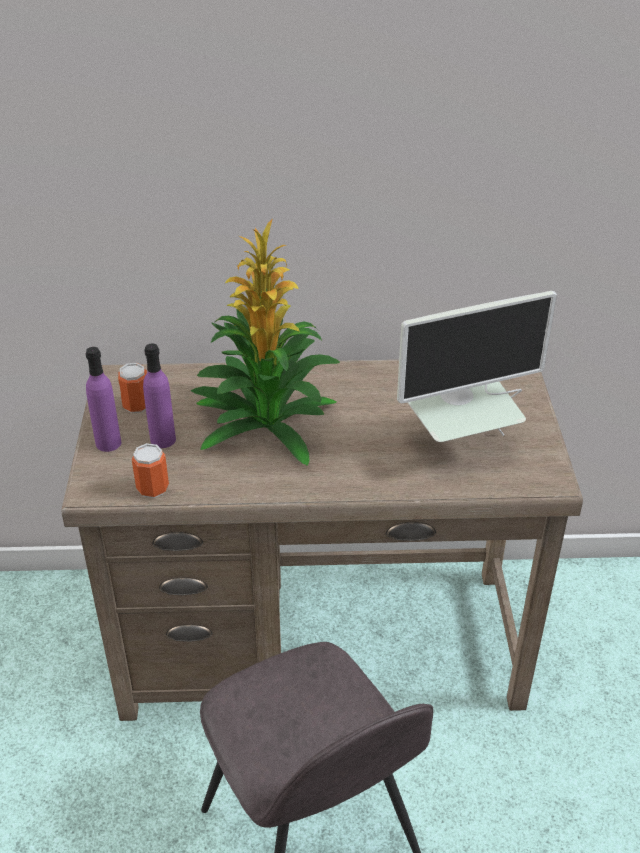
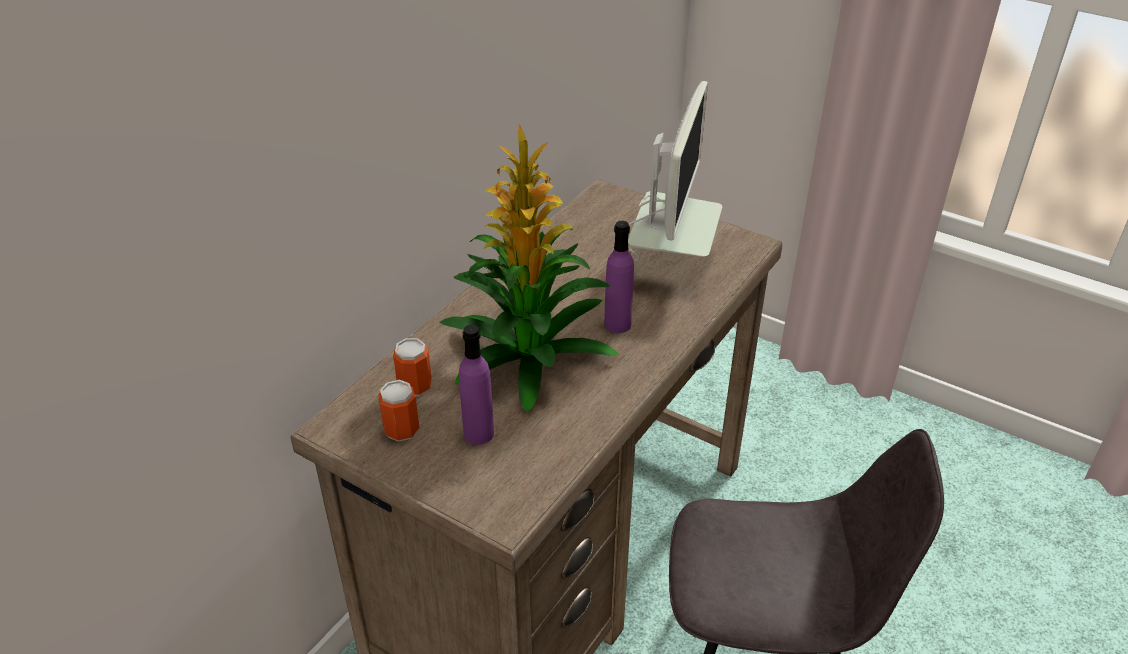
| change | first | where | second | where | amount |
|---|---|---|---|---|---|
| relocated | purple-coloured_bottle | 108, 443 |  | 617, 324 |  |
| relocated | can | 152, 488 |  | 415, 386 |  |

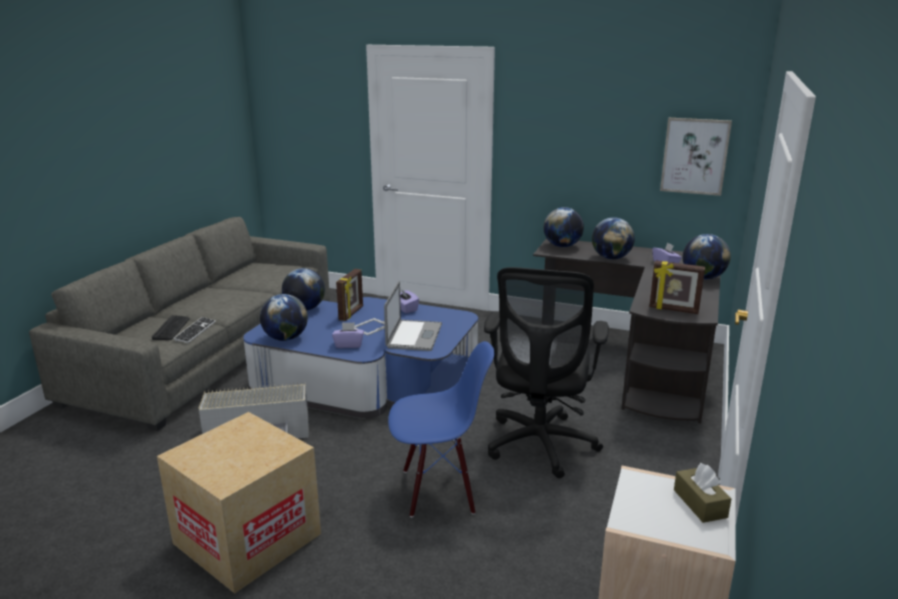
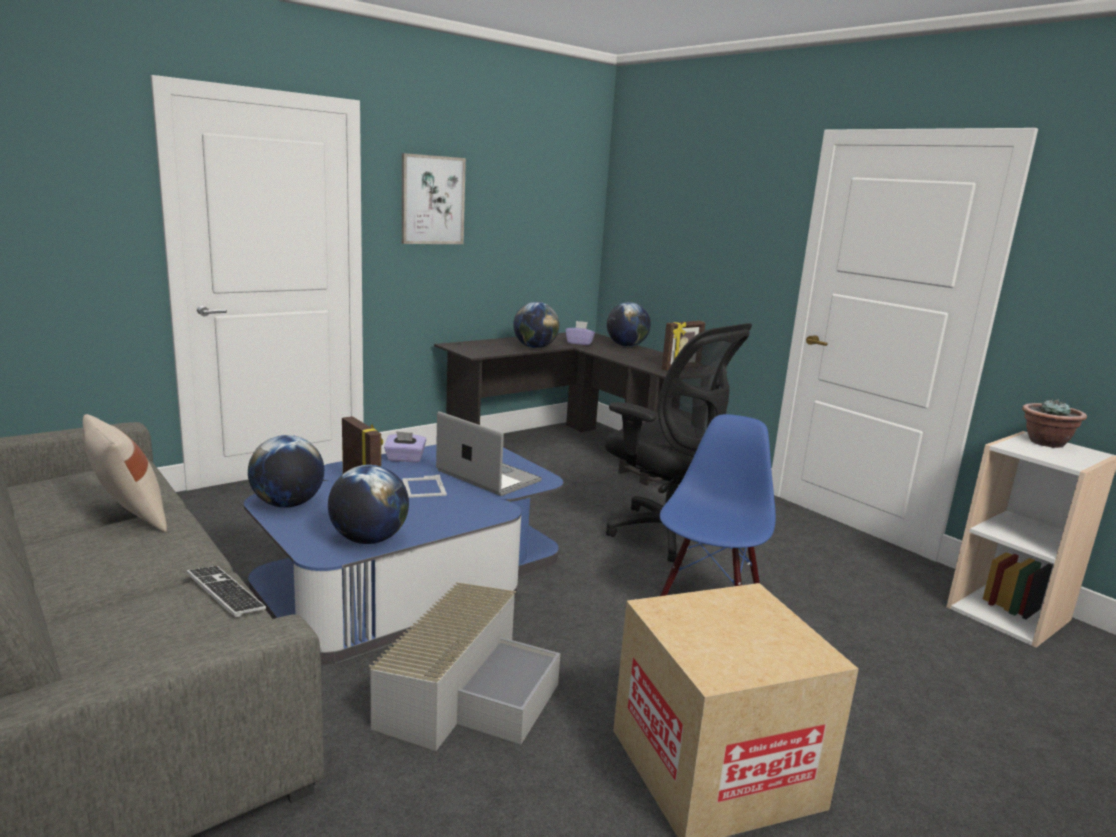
| change | first | where | second | where | amount |
|---|---|---|---|---|---|
| missing | PC_keyboard | 171, 328 |  |  |  |
| missing | purple-coloured_tissue_holder | 349, 345 |  |  |  |
| missing | desk_globe | 562, 246 |  |  |  |
| appeared |  |  | beige-coloured_cushion | 128, 518 |  |
| relocated | wall_picture | 694, 156 |  | 432, 200 |  |
| exchanged | brown-coloured_tissue_holder | 700, 503 | plant_in_a_pot | 1045, 443 |  |

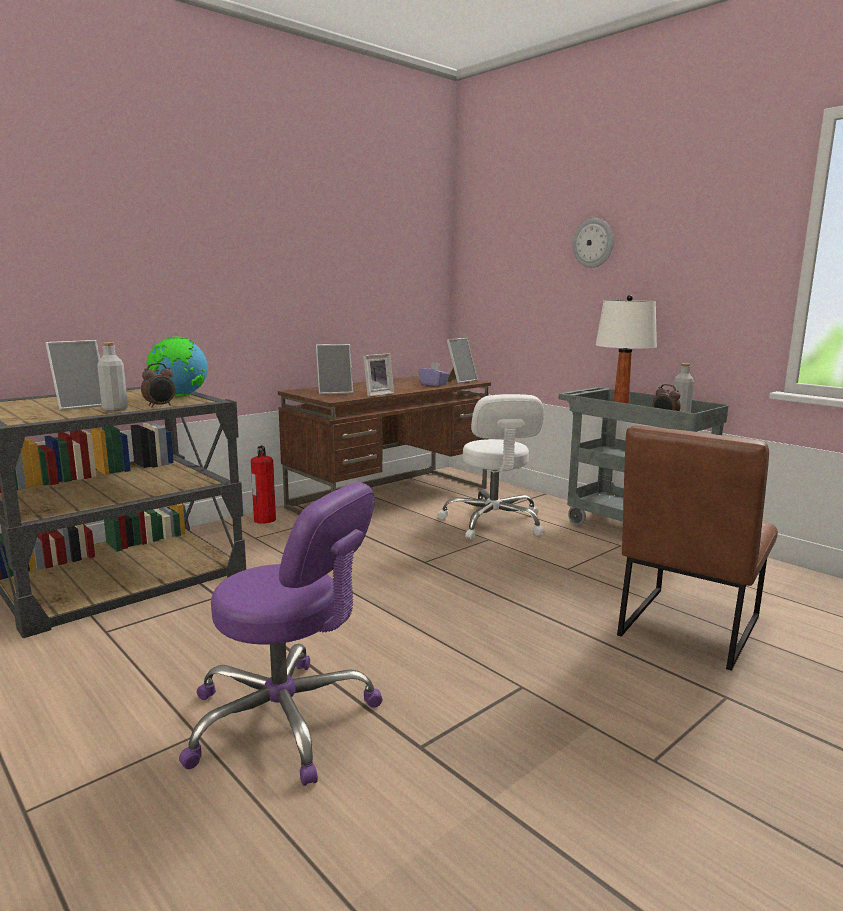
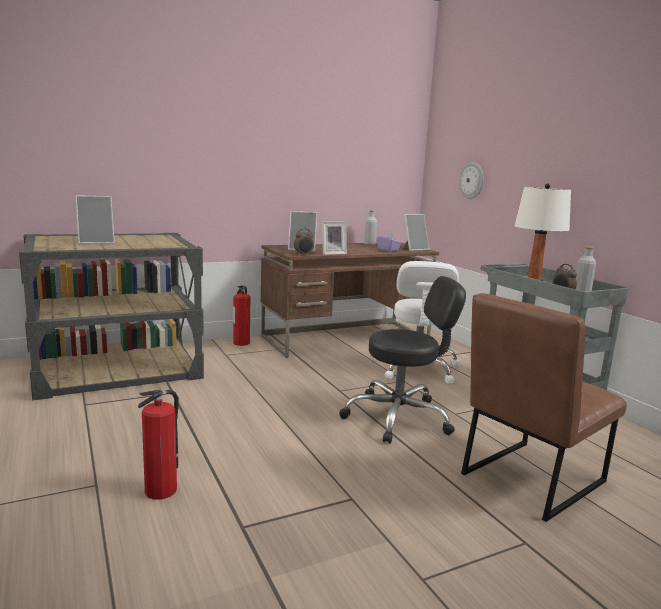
| change | first | where | second | where | amount |
|---|---|---|---|---|---|
| missing | desk_globe | 180, 396 |  |  |  |
| appeared |  |  | blackish_computer_chair | 402, 417 |  |
| relocated | gray_bottle | 115, 409 |  | 369, 244 |  |
| relocated | alarm_clock | 160, 406 |  | 303, 255 |  |
| relocated | hanging_clock | 593, 243 |  | 472, 180 |  |
| exchanged | purple-coloured_computer_chair | 289, 723 | fire_extinguisher | 161, 490 |  |

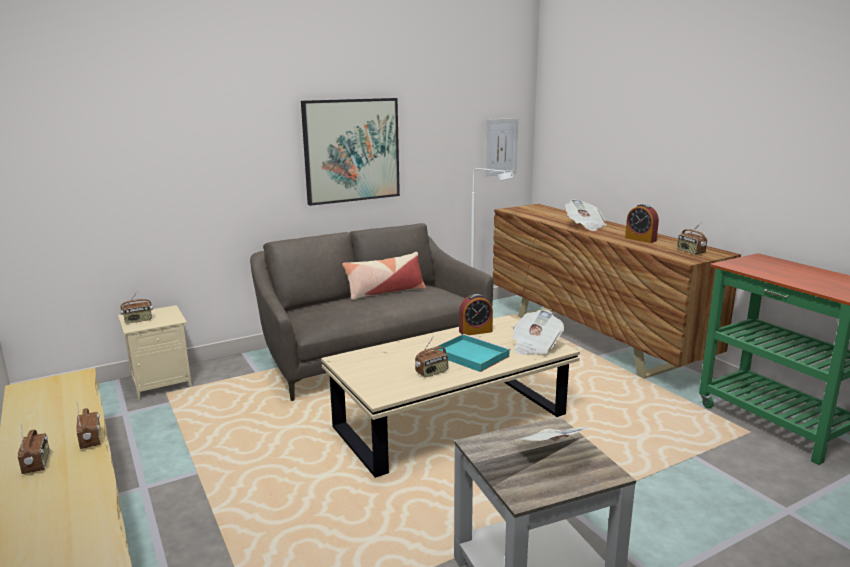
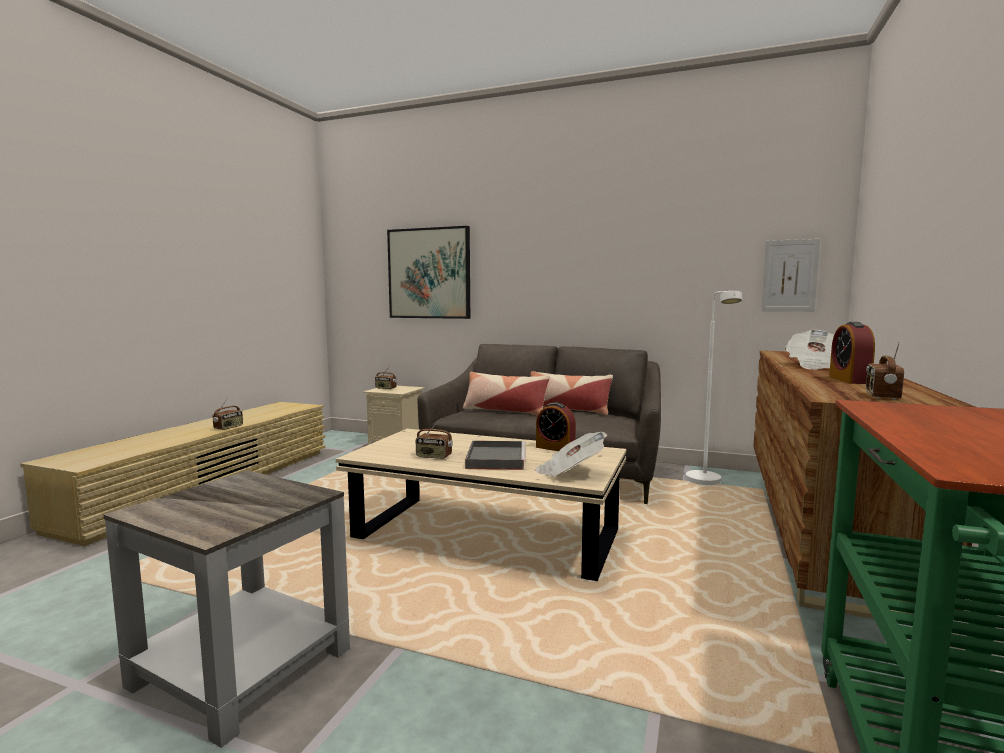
| change | first | where | second | where | amount |
|---|---|---|---|---|---|
| missing | radio_receiver | 37, 464 |  |  |  |
| missing | printed_paper | 552, 452 |  |  |  |
| appeared |  |  | cushion | 504, 411 |  |
| relocated | wall_picture | 351, 150 |  | 429, 273 |  |
| colour | turquoise-coloured_carrying_tray | 470, 355 | gray_carrying_tray | 495, 458 |  |

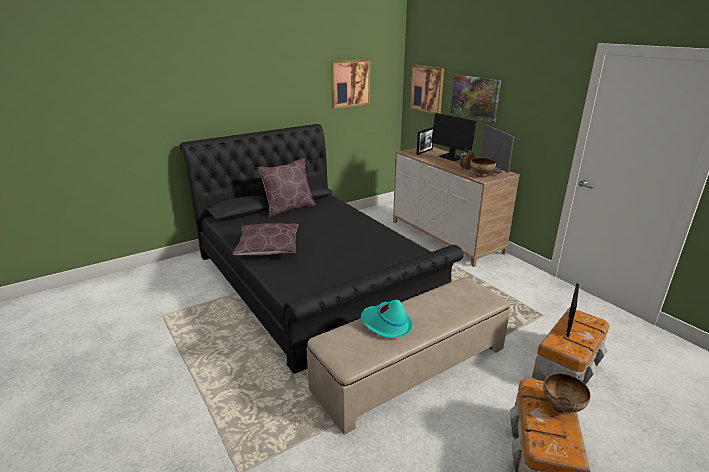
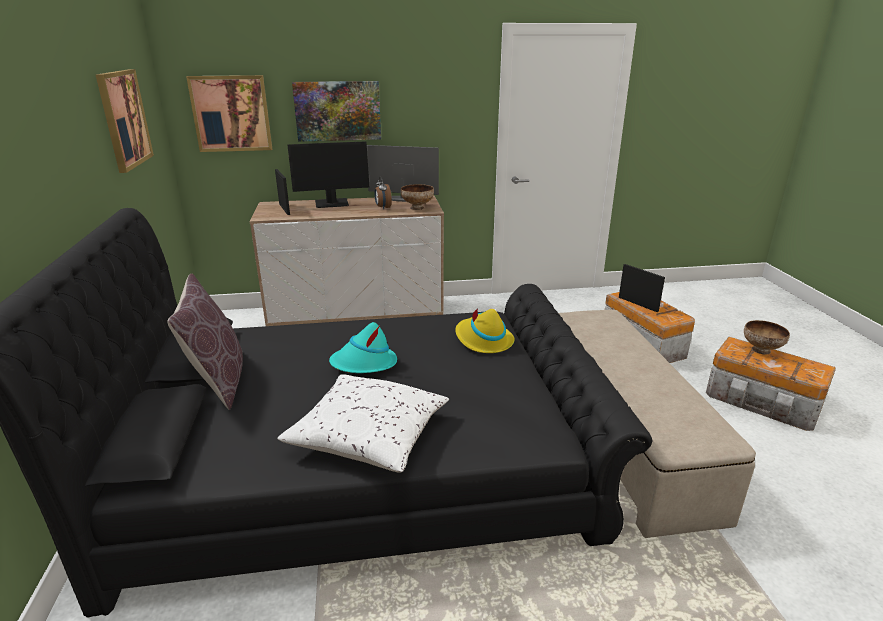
| change | first | where | second | where | amount |
|---|---|---|---|---|---|
| appeared |  |  | yellow_clothing_hat | 483, 340 |  |
| relocated | turquoise-coloured_clothing_hat | 386, 325 |  | 364, 364 |  |
| colour | brown-coloured_cushion | 268, 248 | whitish_cushion | 369, 436 |  |

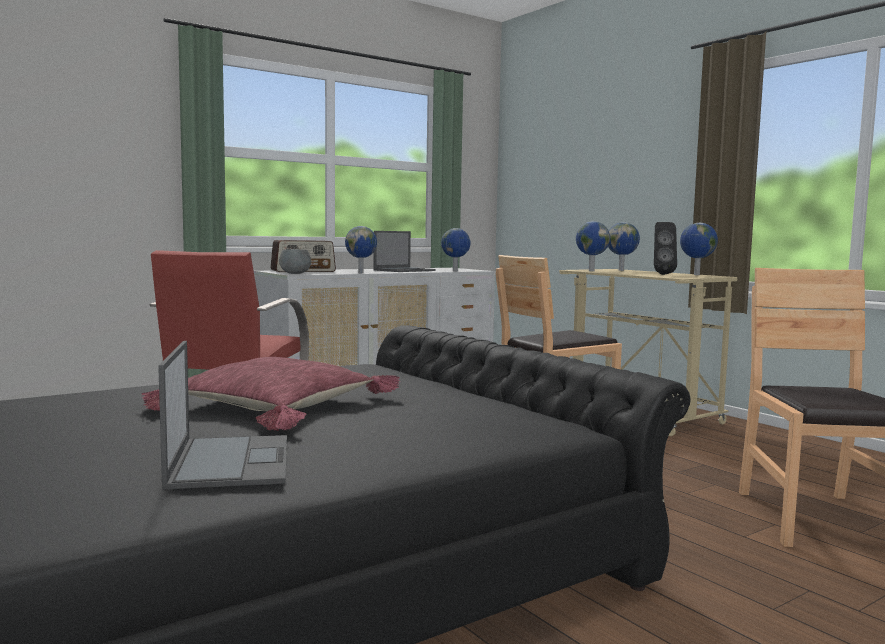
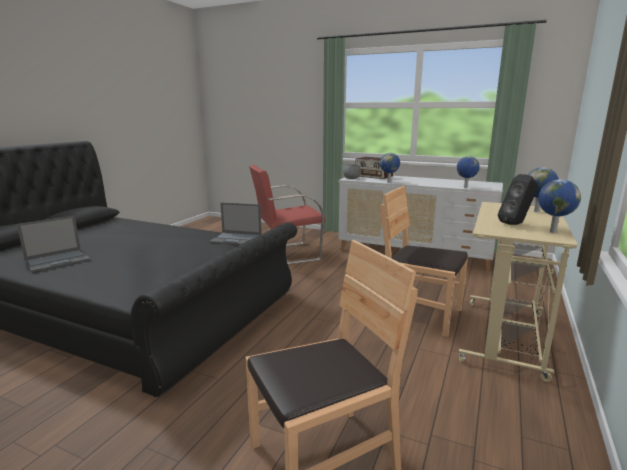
| change | first | where | second | where | amount |
|---|---|---|---|---|---|
| missing | reddish_cushion | 275, 403 |  |  |  |
| missing | desk_globe | 590, 271 |  |  |  |
| relocated | portable_computer | 404, 270 |  | 236, 239 |  |

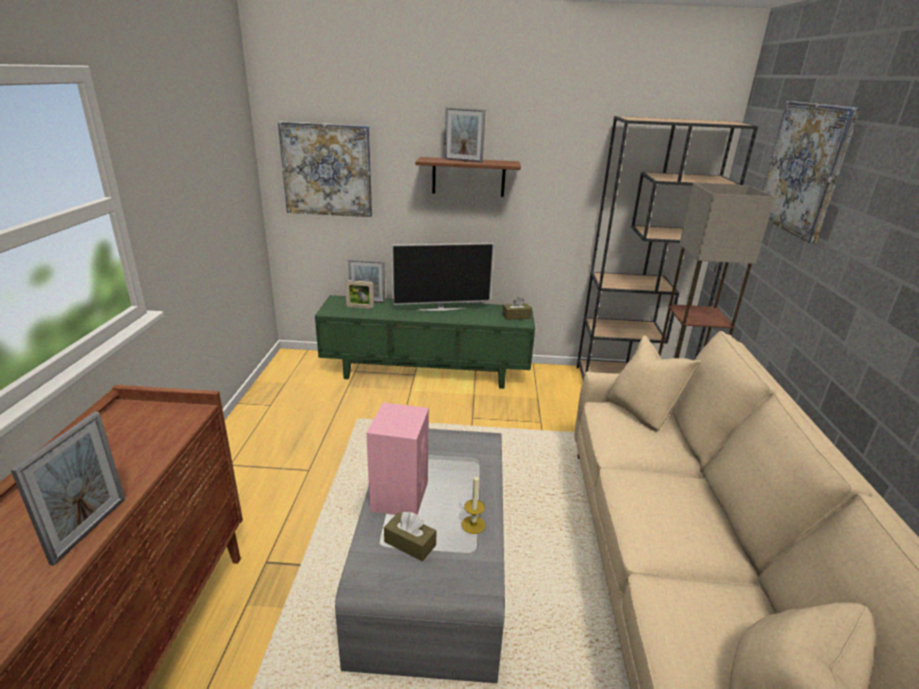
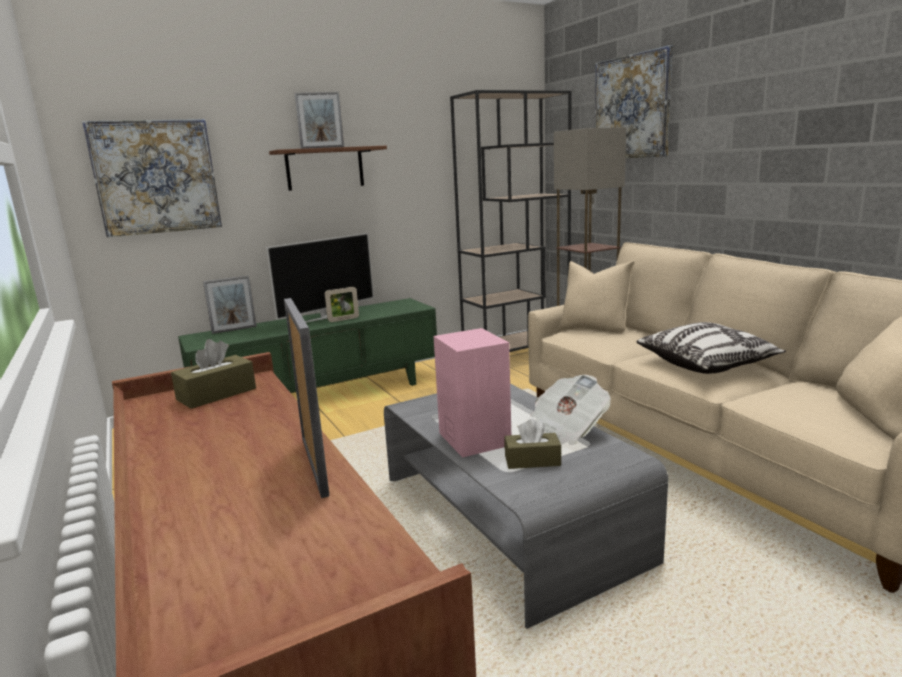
| change | first | where | second | where | amount |
|---|---|---|---|---|---|
| appeared |  |  | cushion | 706, 364 |  |
| relocated | standing_frame | 360, 307 |  | 343, 319 |  |
| relocated | brown-coloured_tissue_holder | 516, 316 |  | 216, 394 |  |
| exchanged | wax_candle | 473, 525 | printed_paper | 565, 431 |  |

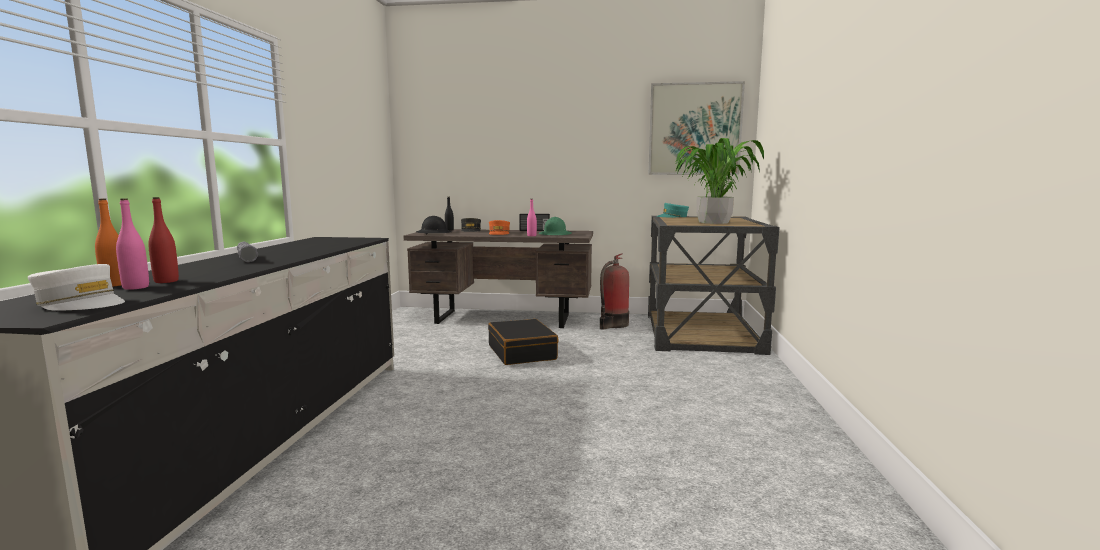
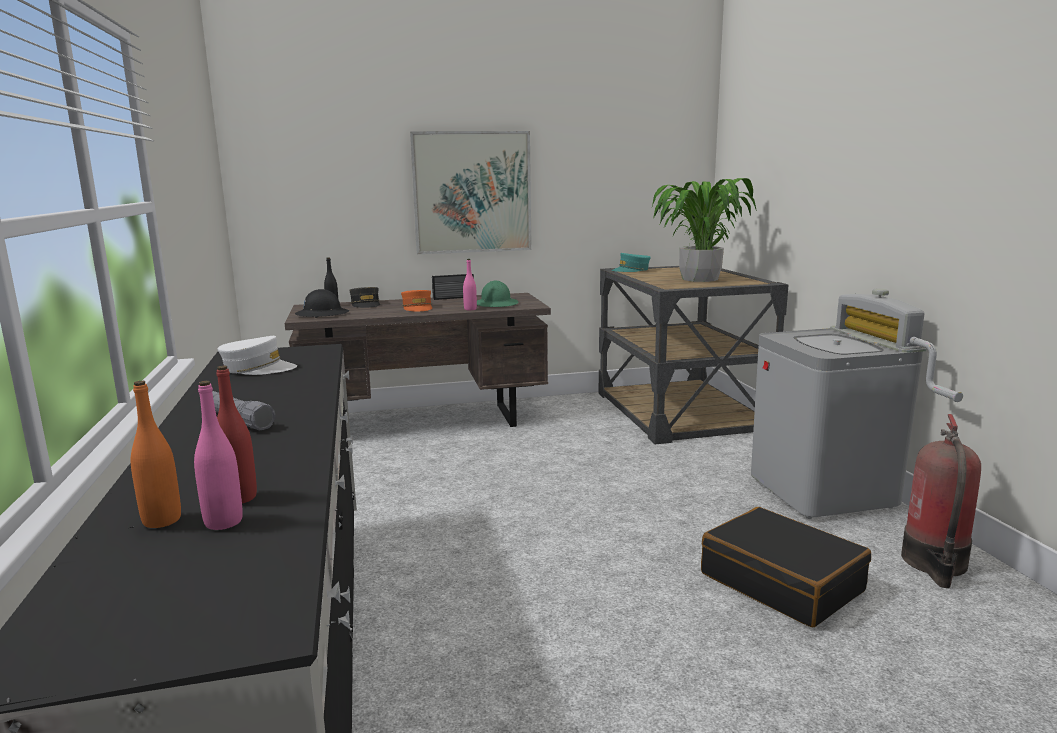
| change | first | where | second | where | amount |
|---|---|---|---|---|---|
| appeared |  |  | gray_laundry_appliance | 825, 494 |  |
| relocated | whitish_cap | 81, 303 |  | 258, 369 |  |
| relocated | blackish_suitcase | 522, 352 |  | 782, 582 |  |
| relocated | fire_extinguisher | 613, 325 |  | 935, 563 |  |
| relocated | wall_picture | 694, 129 |  | 472, 192 |  |

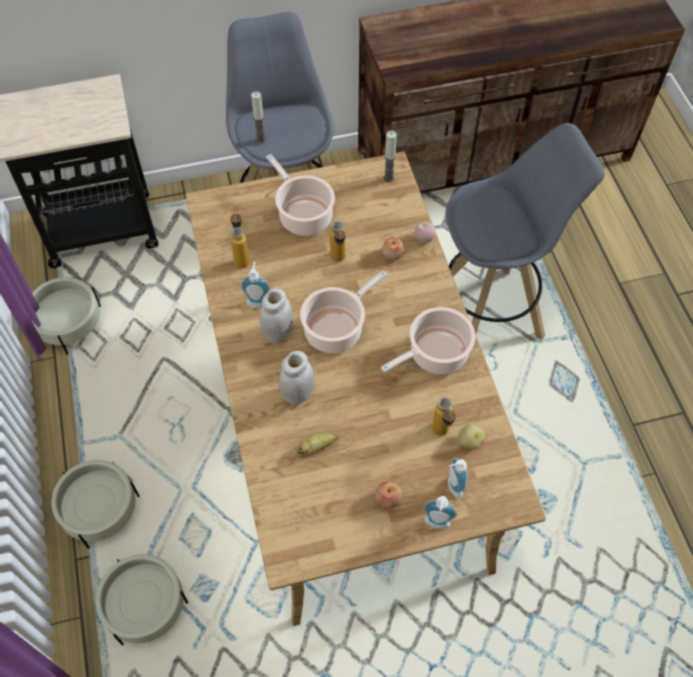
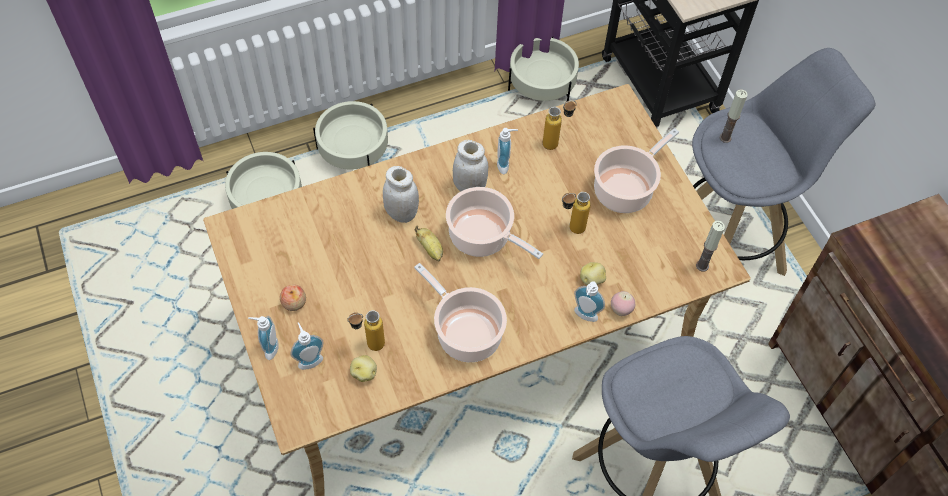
| change | first | where | second | where | amount |
|---|---|---|---|---|---|
| appeared |  |  | liquid_soap_bottle | 584, 317 |  |
| relocated | whole_banana | 317, 446 |  | 430, 249 |  |
| exchanged | whole_apple | 392, 254 | potato | 592, 279 |  |

